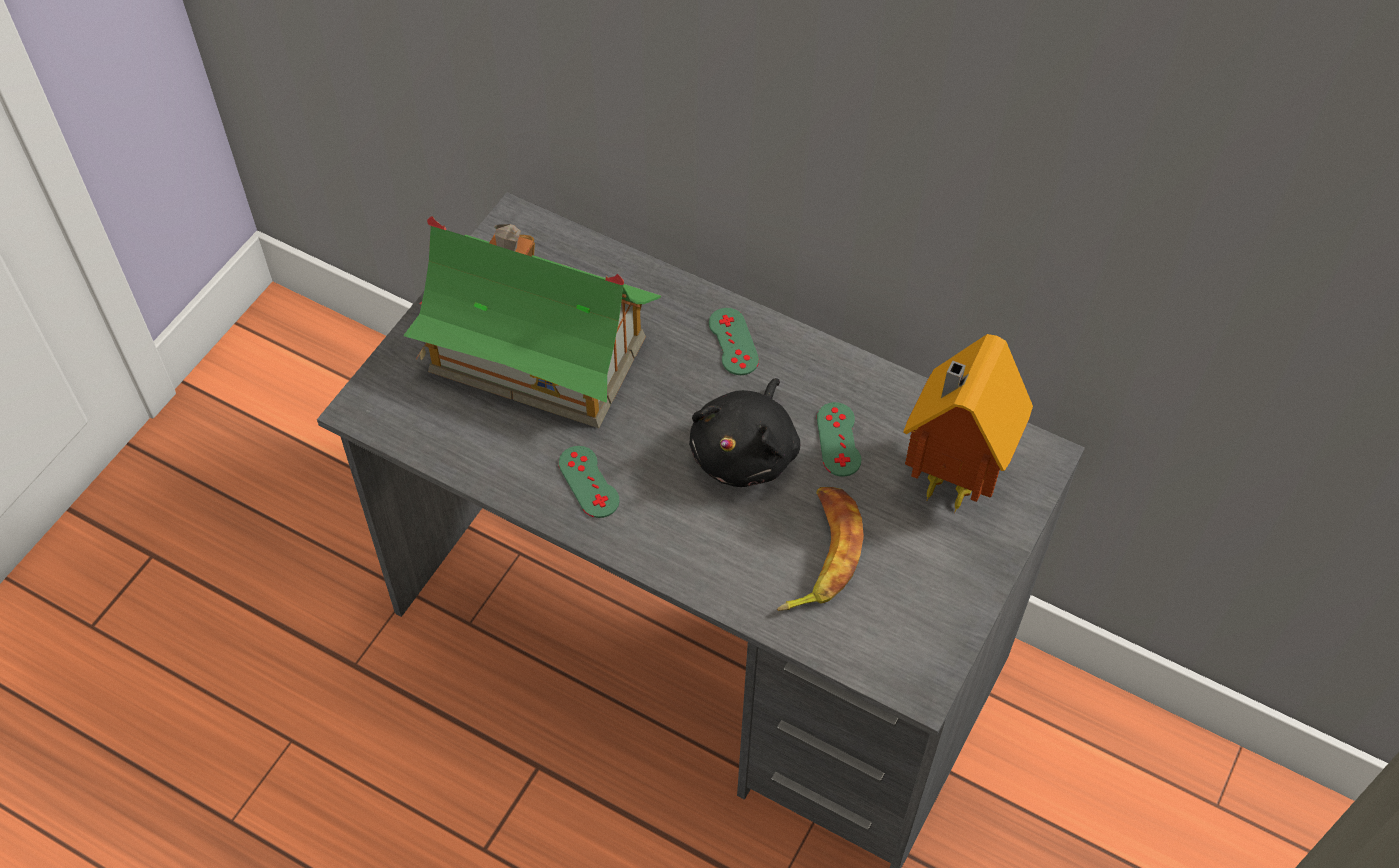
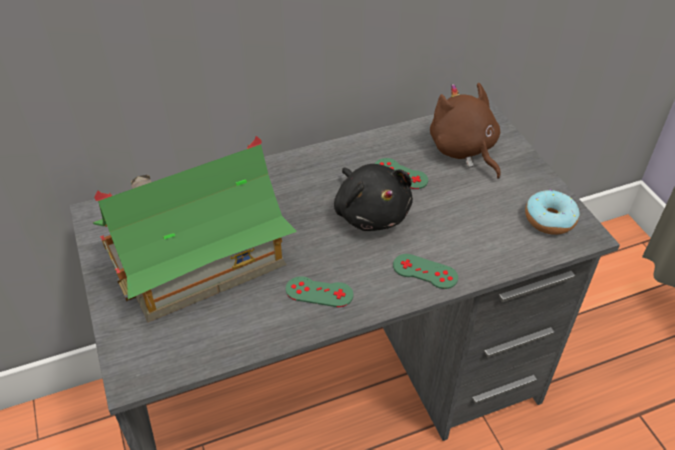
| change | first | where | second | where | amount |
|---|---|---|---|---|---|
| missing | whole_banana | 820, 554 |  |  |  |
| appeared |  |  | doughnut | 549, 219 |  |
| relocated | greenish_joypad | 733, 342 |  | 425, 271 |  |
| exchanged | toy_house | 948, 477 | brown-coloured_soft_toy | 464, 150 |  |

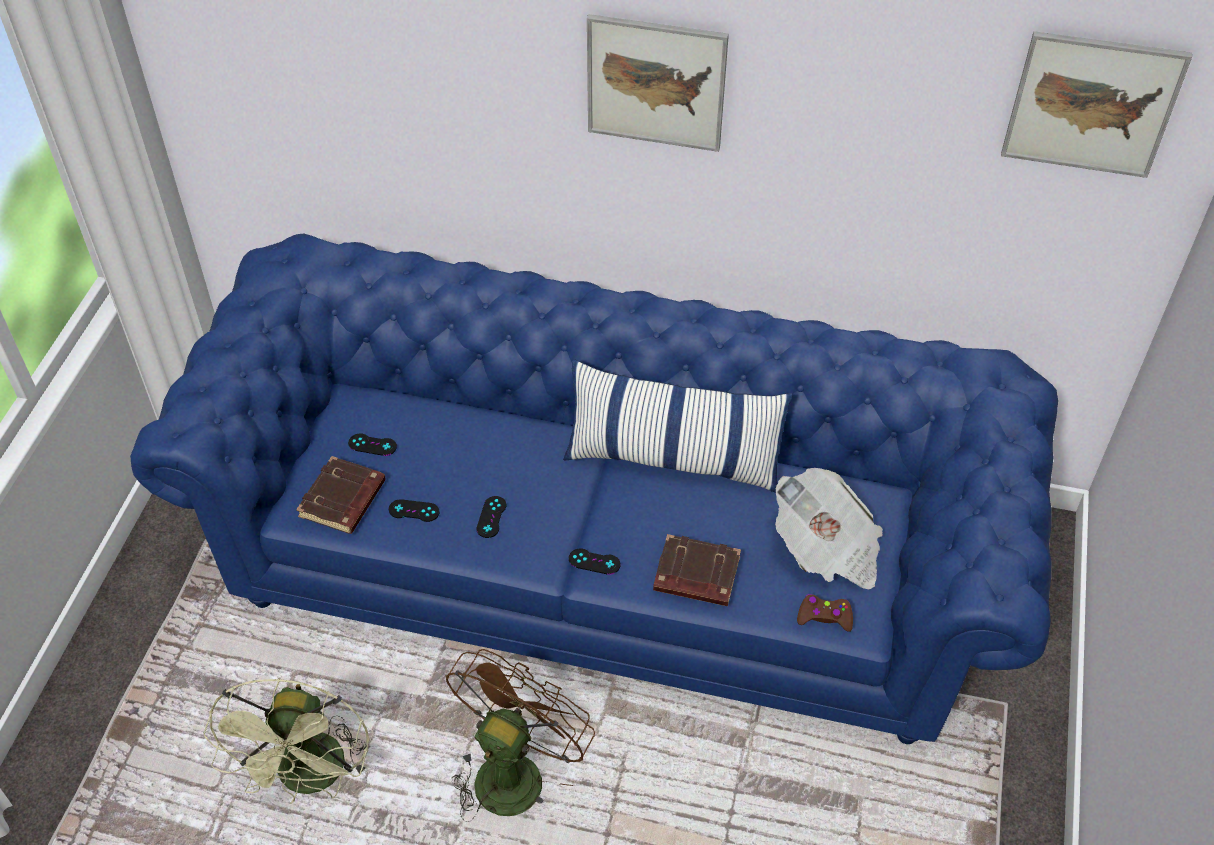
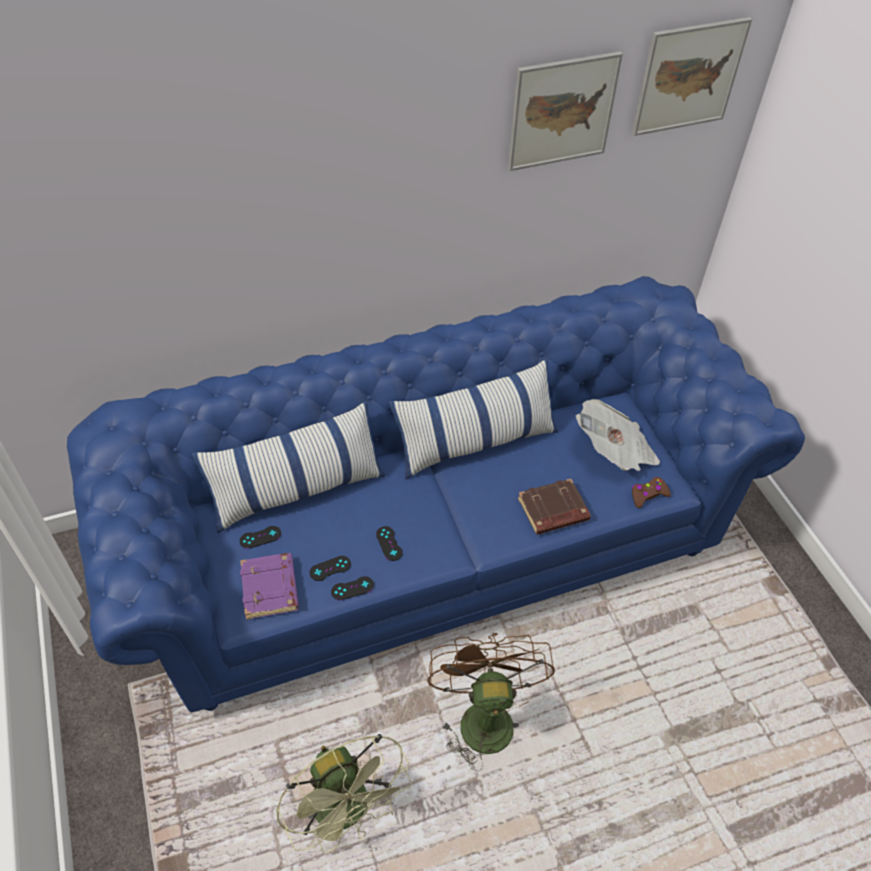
| change | first | where | second | where | amount |
|---|---|---|---|---|---|
| appeared |  |  | cushion | 297, 489 |  |
| relocated | blackish_joypad | 594, 562 |  | 352, 588 |  |
| relocated | wall_picture | 656, 82 |  | 562, 111 |  |
| colour | brown-coloured_bound_book | 343, 500 | purple-coloured_bound_book | 271, 589 |  |

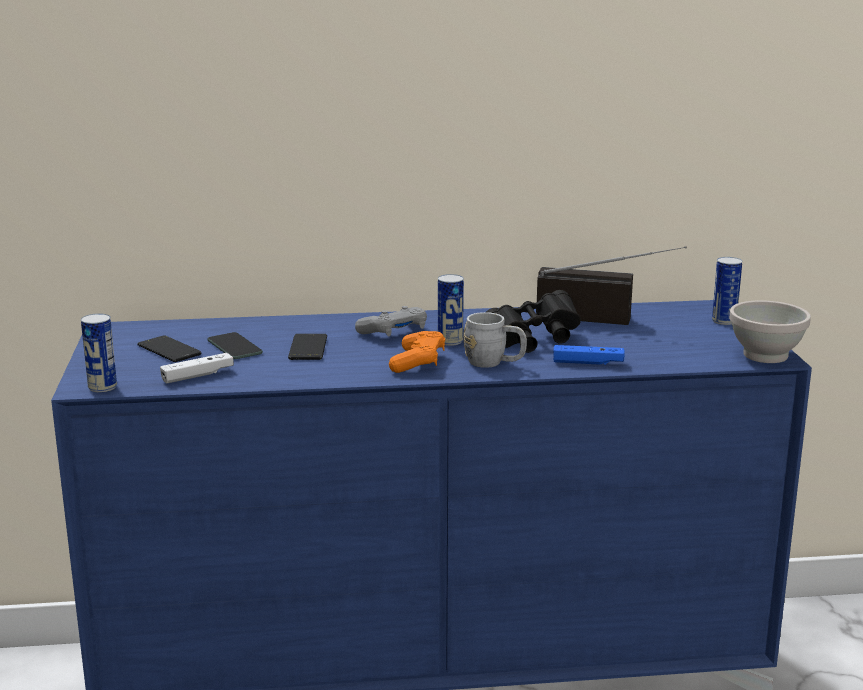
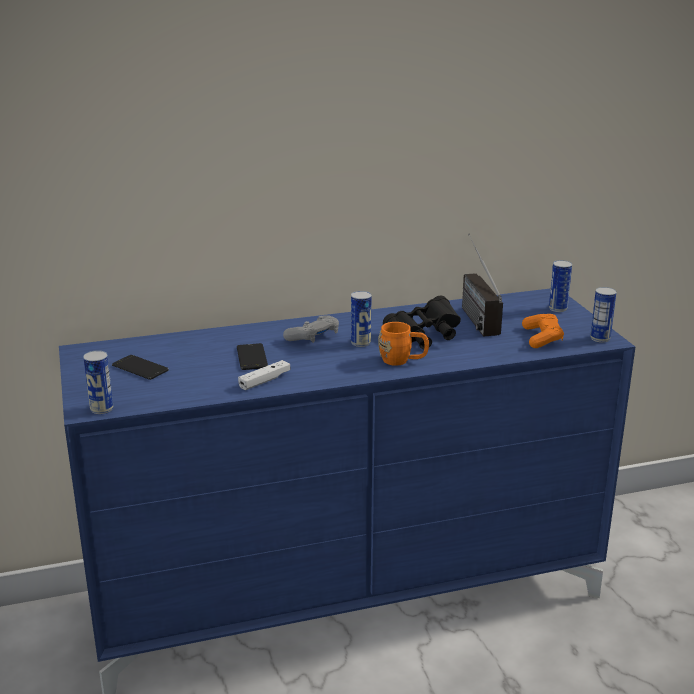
| change | first | where | second | where | amount |
|---|---|---|---|---|---|
| missing | telephone | 234, 347 |  |  |  |
| missing | blue_joypad | 588, 362 |  |  |  |
| relocated | whitish_joypad | 197, 375 |  | 264, 381 |  |
| relocated | orange-coloured_joypad | 418, 362 |  | 542, 338 |  |
| exchanged | whitish_deep_dish | 766, 356 | can | 600, 338 |  |
| colour | gray_tea_mug | 494, 363 | orange-coloured_tea_mug | 402, 360 |  |
| spun | radio_receiver | 608, 319 |  | 472, 313 | 105 degrees counterclockwise |

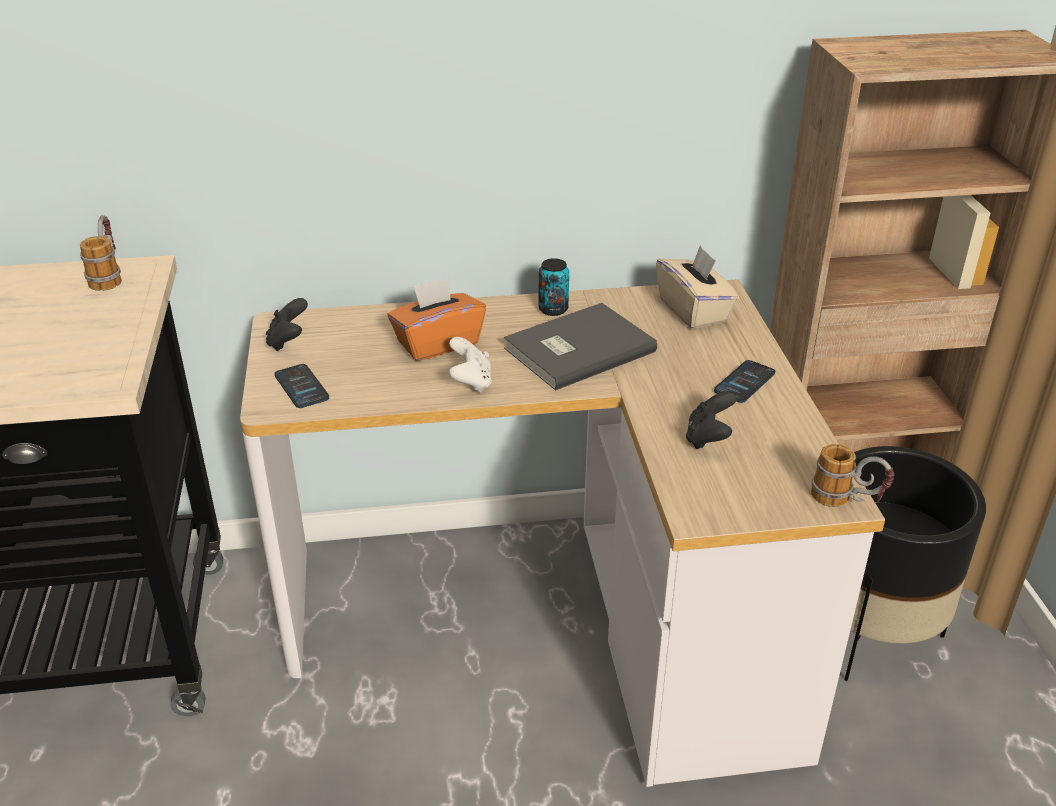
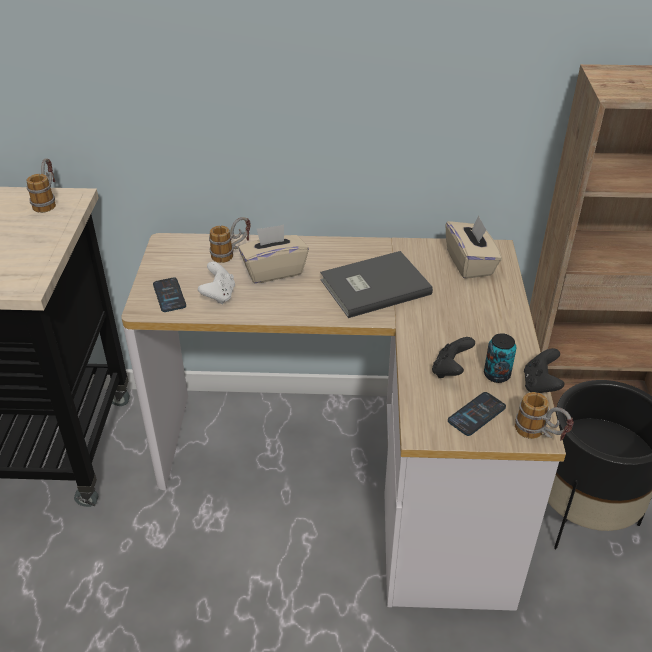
| change | first | where | second | where | amount |
|---|---|---|---|---|---|
| appeared |  |  | tea_mug | 231, 253 |  |
| relocated | blackish_joypad | 288, 341 |  | 540, 385 |  |
| relocated | whitish_joypad | 470, 382 |  | 219, 295 |  |
| relocated | can | 553, 309 |  | 496, 375 |  |
| relocated | telephone | 744, 382 |  | 476, 414 |  |
| colour | orange-coloured_tissue_holder | 437, 343 | beige-coloured_tissue_holder | 273, 271 |  |

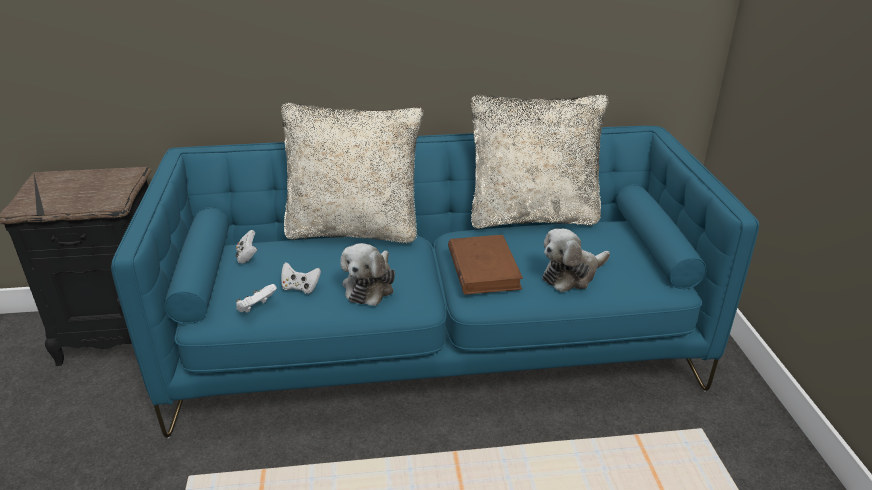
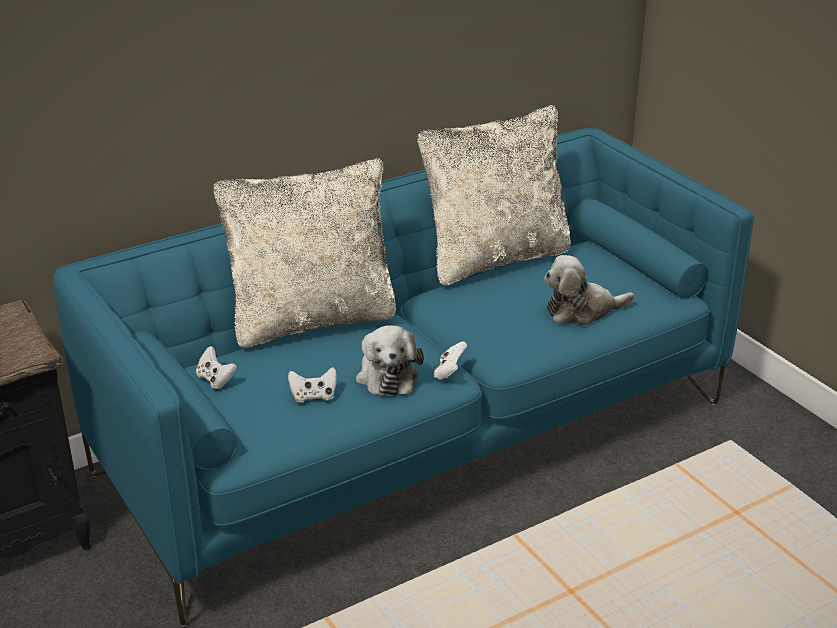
| change | first | where | second | where | amount |
|---|---|---|---|---|---|
| missing | brown-coloured_bound_book | 483, 268 |  |  |  |
| relocated | whitish_joypad | 256, 308 |  | 449, 372 |  |
| spun | soft_toy | 572, 275 |  | 582, 311 | 45 degrees clockwise |

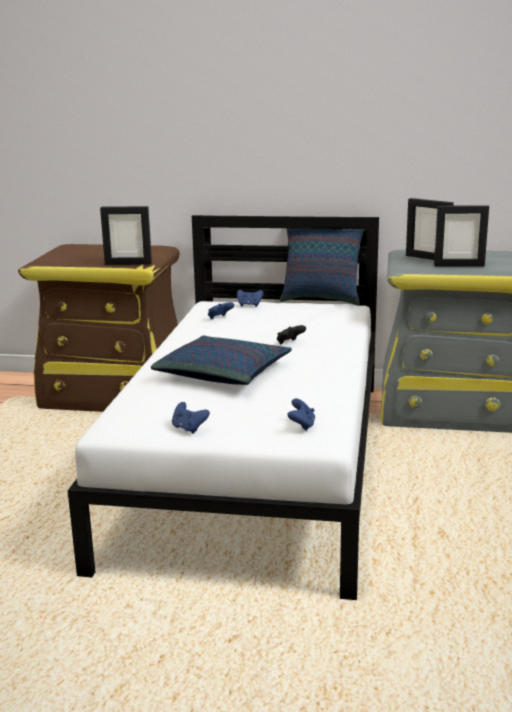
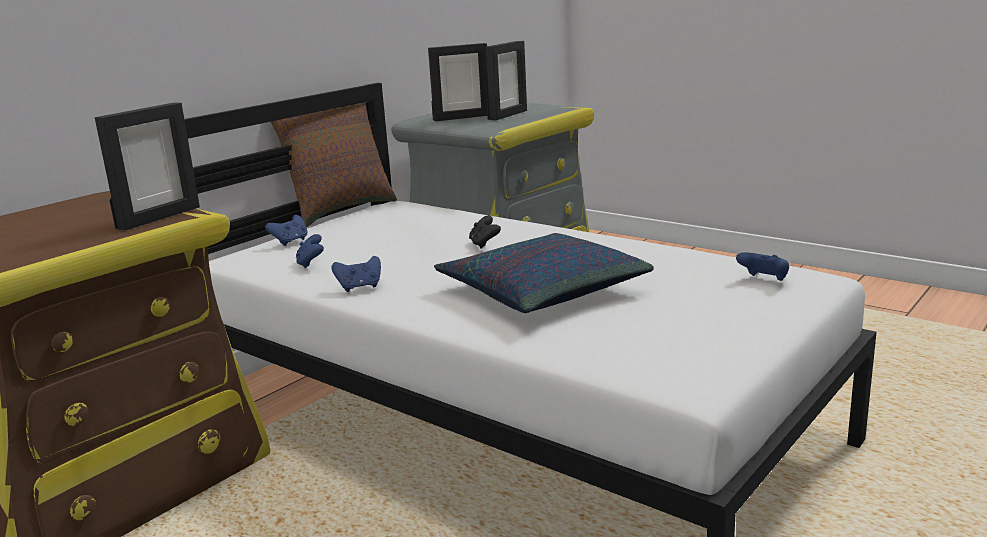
| change | first | where | second | where | amount |
|---|---|---|---|---|---|
| relocated | blue_joypad | 189, 429 |  | 360, 287 |  |
| colour | blue_cushion | 321, 300 | brown-coloured_cushion | 342, 211 |  |

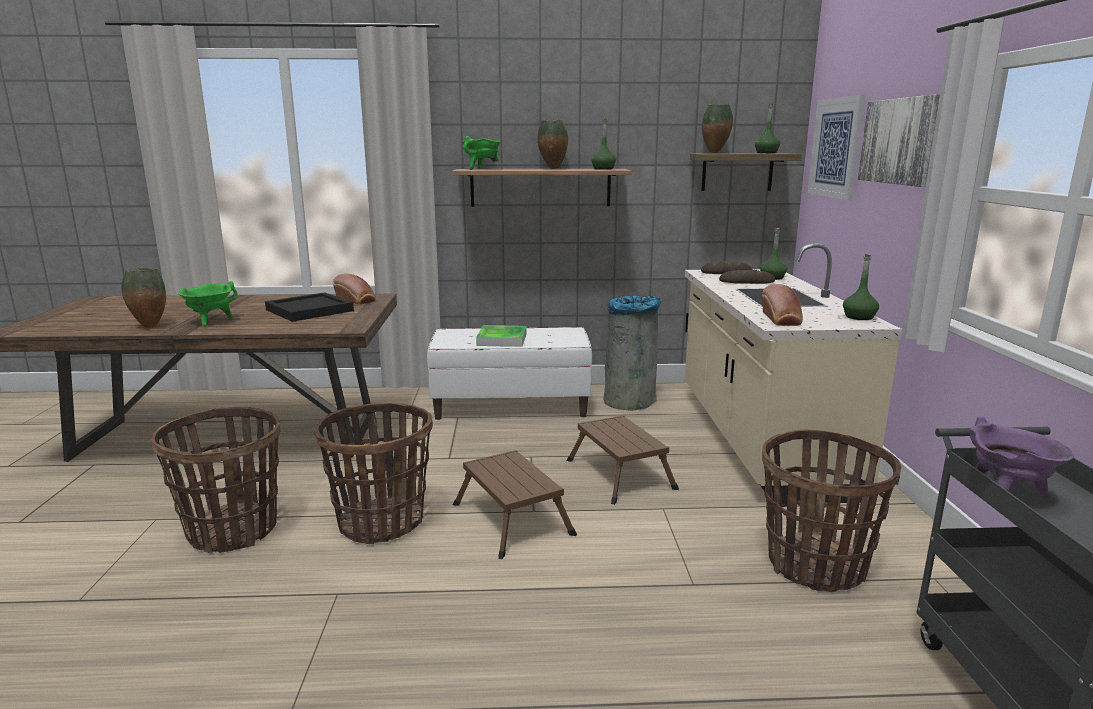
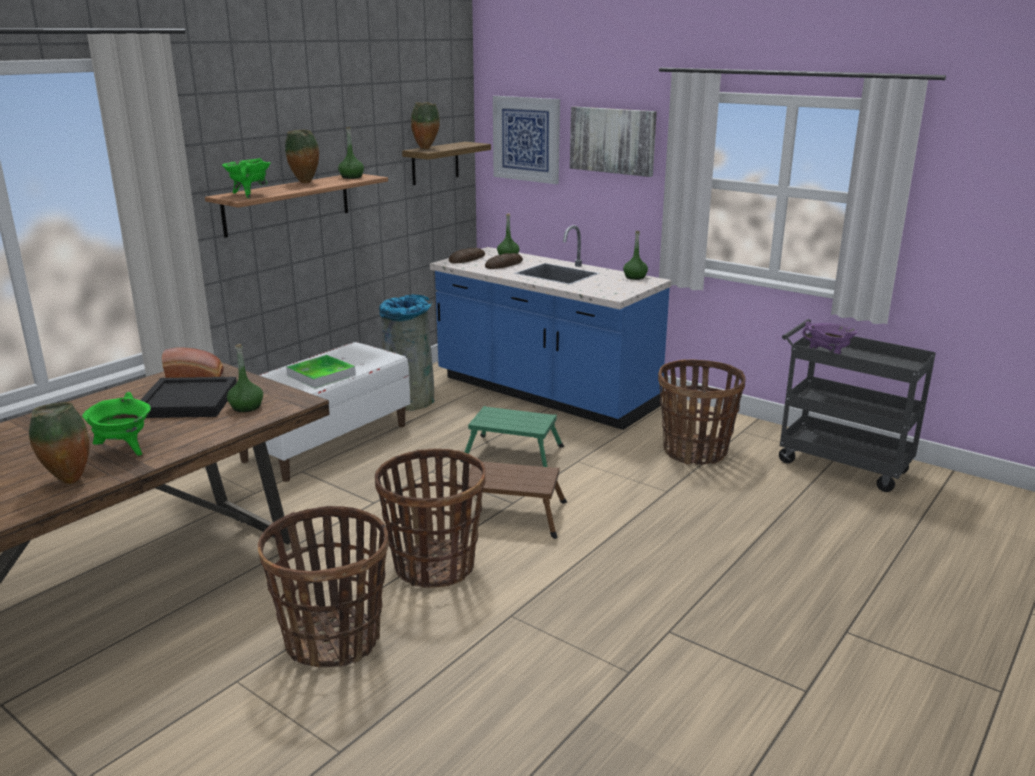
| change | first | where | second | where | amount |
|---|---|---|---|---|---|
| missing | baked_bread | 781, 319 |  |  |  |
| relocated | greenish_bottle | 766, 153 |  | 246, 407 |  |
| colour | brown-coloured_step_ladder | 620, 474 | greenish_step_ladder | 513, 454 |  |
| colour | beige-coloured_kitchen_base_unit | 759, 439 | blue_kitchen_base_unit | 544, 393 |  |

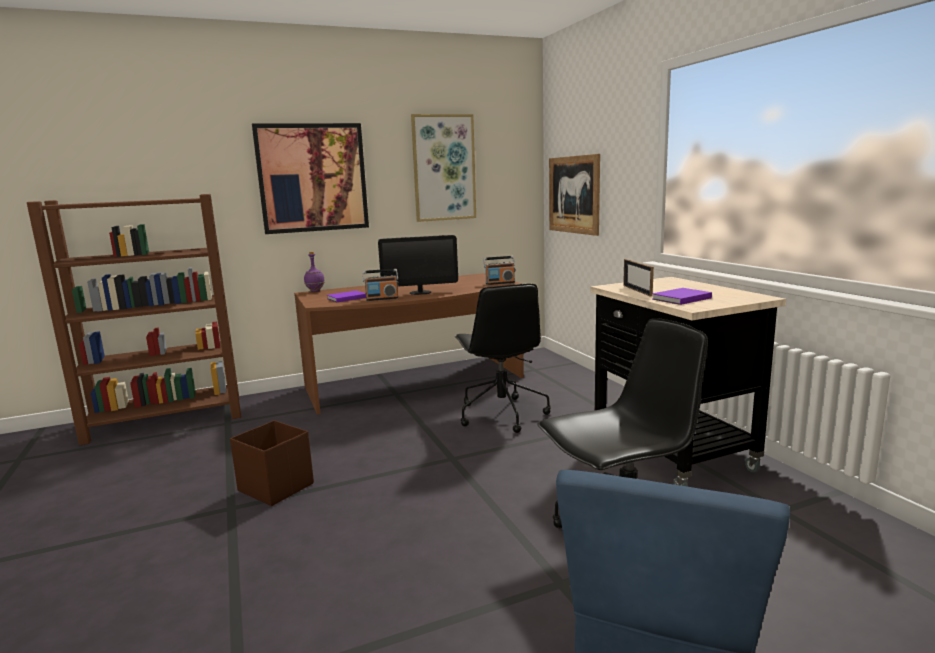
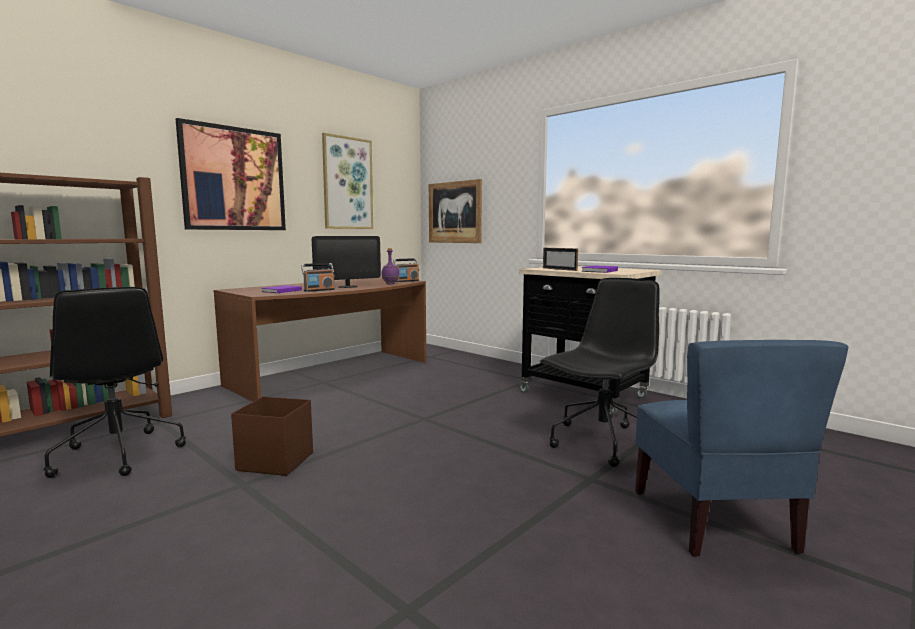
| change | first | where | second | where | amount |
|---|---|---|---|---|---|
| relocated | purple-coloured_bottle | 315, 291 |  | 390, 284 |  |
| relocated | blackish_computer_chair | 500, 413 |  | 118, 453 |  |

